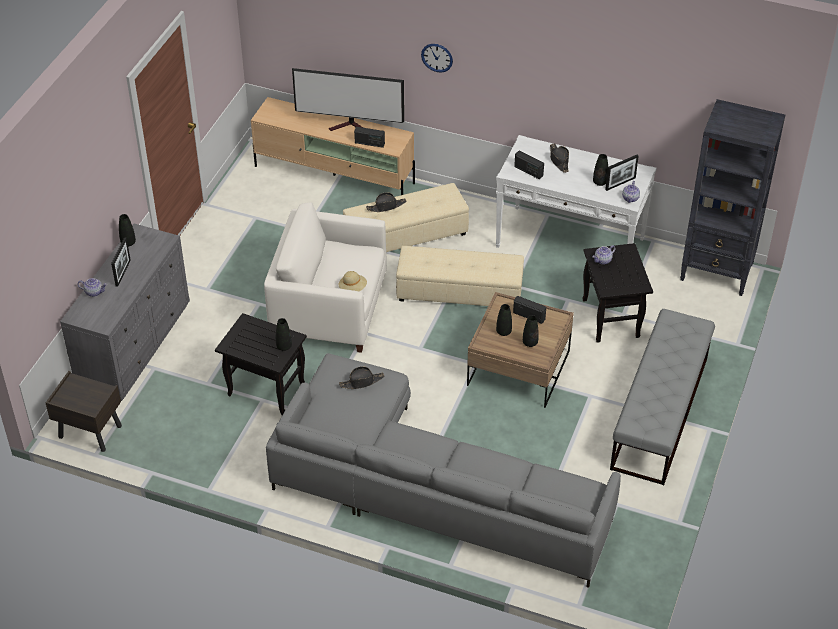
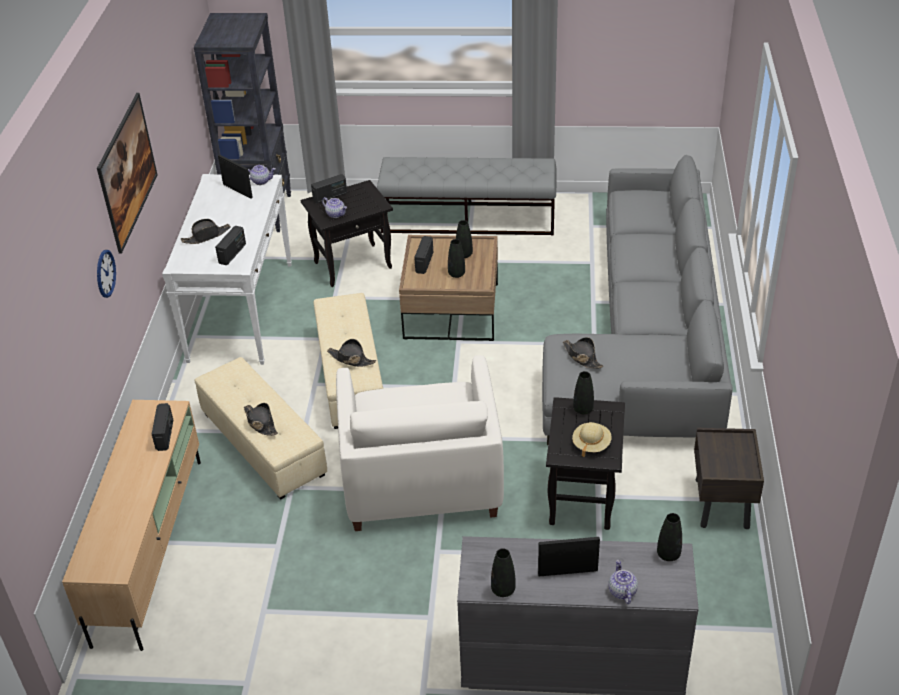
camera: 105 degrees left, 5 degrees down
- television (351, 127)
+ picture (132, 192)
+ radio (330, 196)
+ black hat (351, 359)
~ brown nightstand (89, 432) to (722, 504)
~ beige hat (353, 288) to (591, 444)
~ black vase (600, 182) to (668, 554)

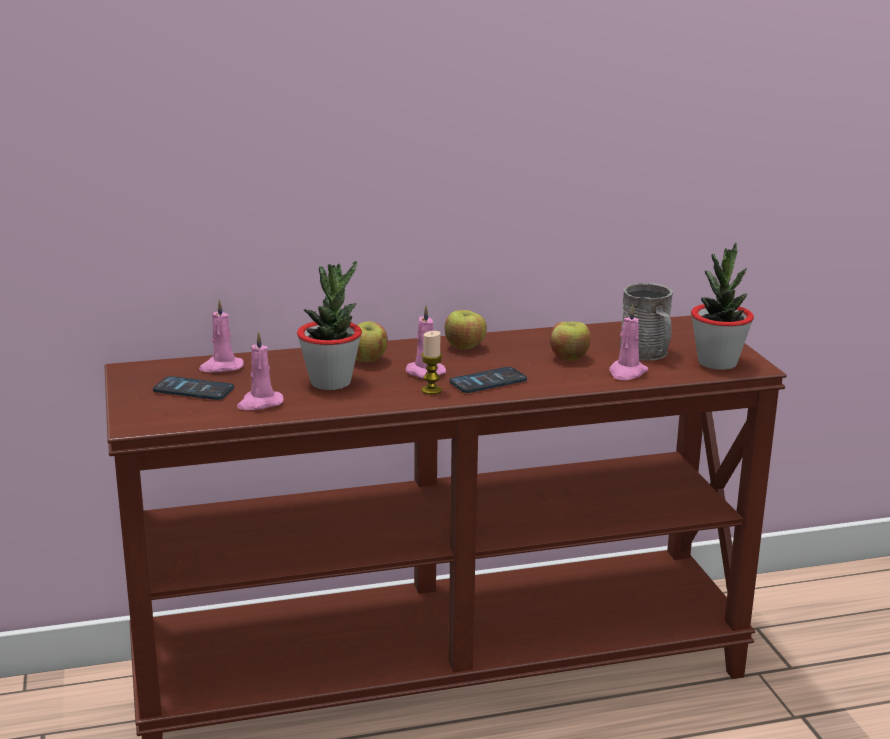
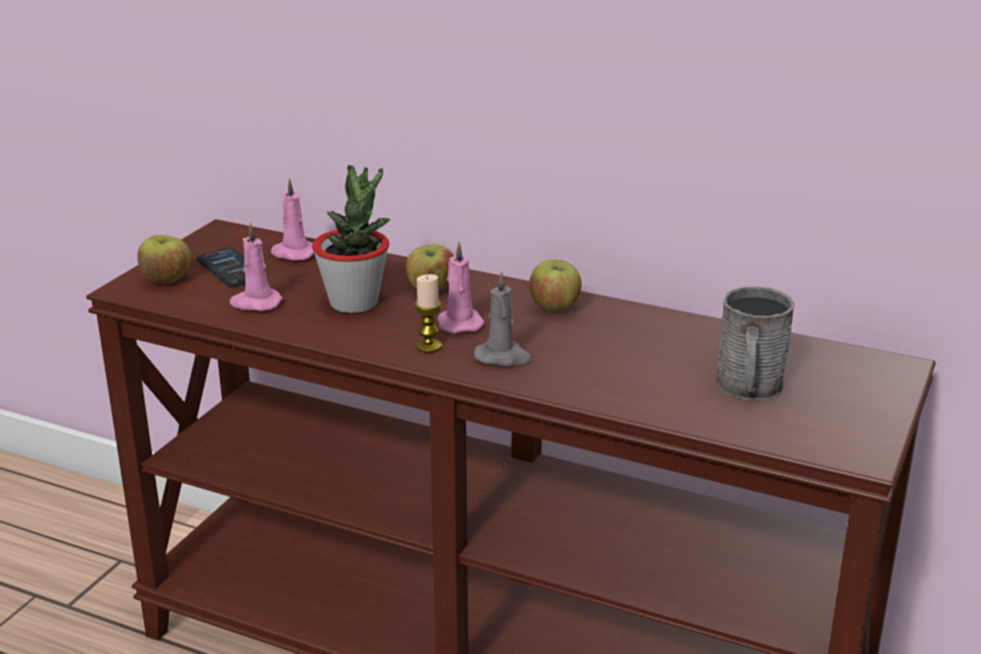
camera: 40 degrees right, 5 degrees up
- pink candle (627, 373)
- potted plant (717, 363)
~ apple (569, 358) to (166, 280)
~ phone (488, 381) to grey candle (503, 357)

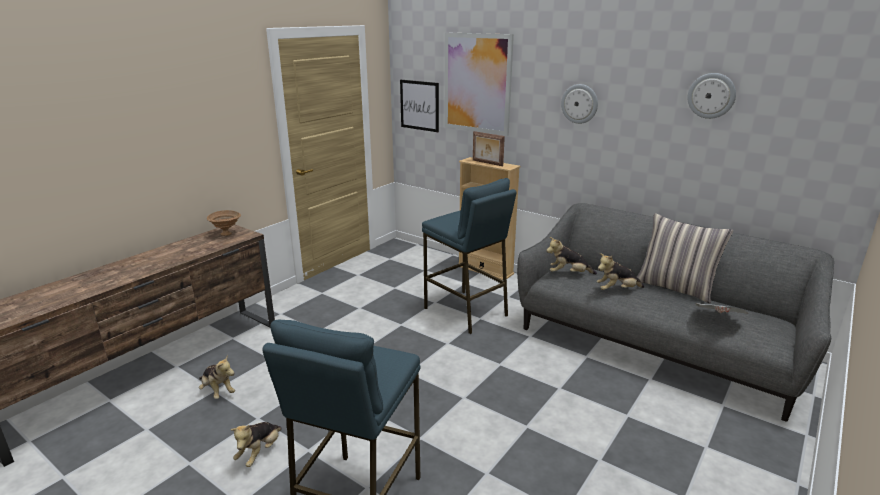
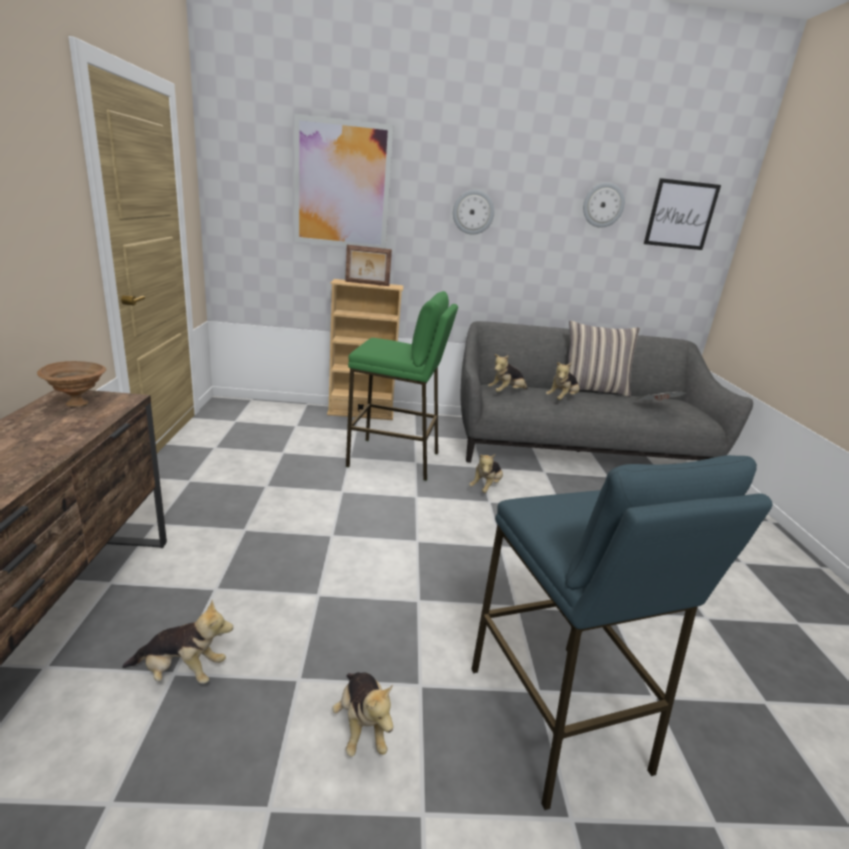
camera: 40 degrees left, 0 degrees up
+ plush toy (486, 487)
~ picture (419, 105) to (681, 215)
~ blue stool (466, 312) to green stool (394, 459)

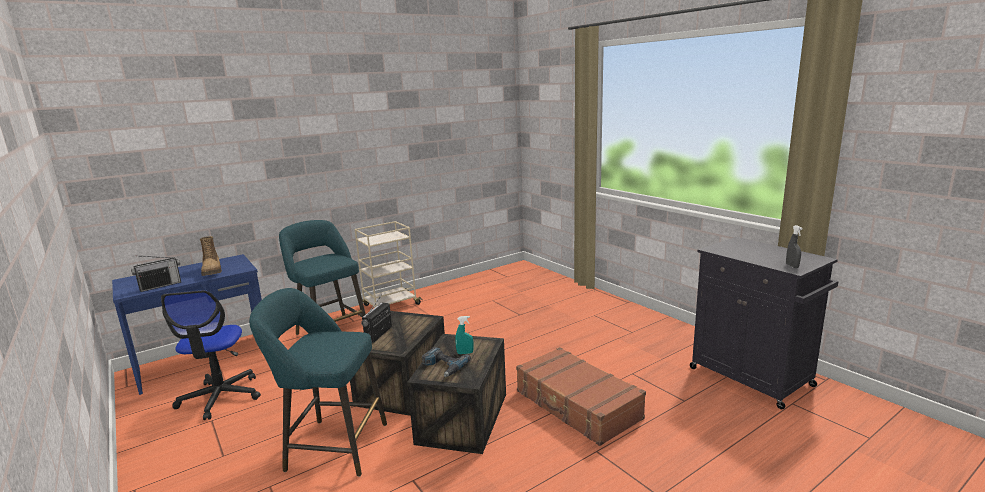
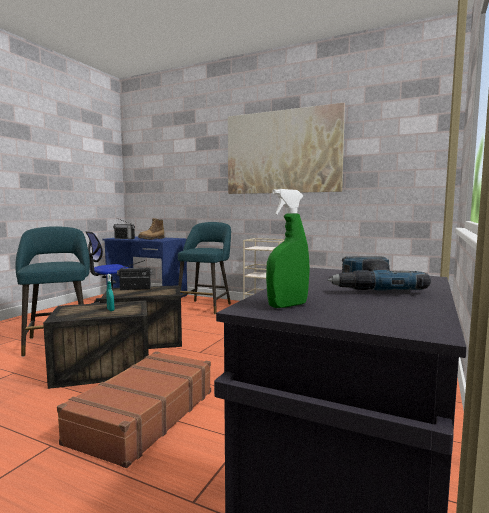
camera: 60 degrees right, 10 degrees down
+ picture (282, 152)
~ power drill (443, 366) to (366, 285)
~ grey spray bottle (792, 266) to green spray bottle (287, 305)

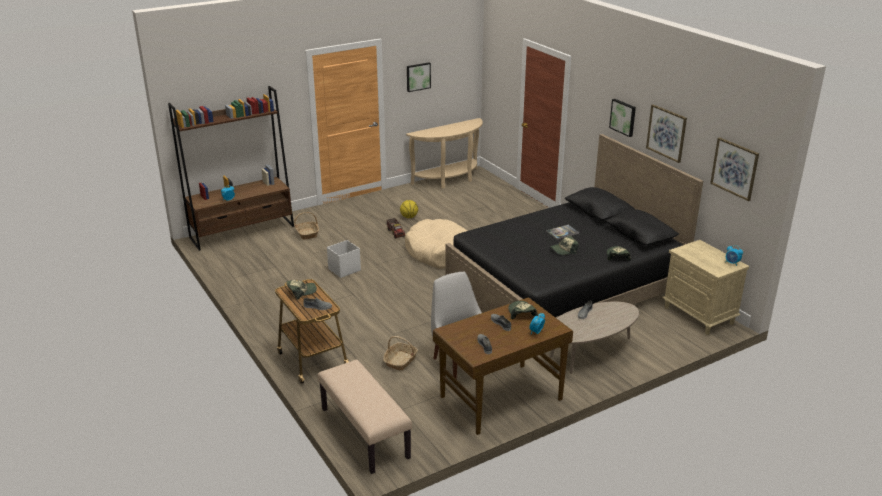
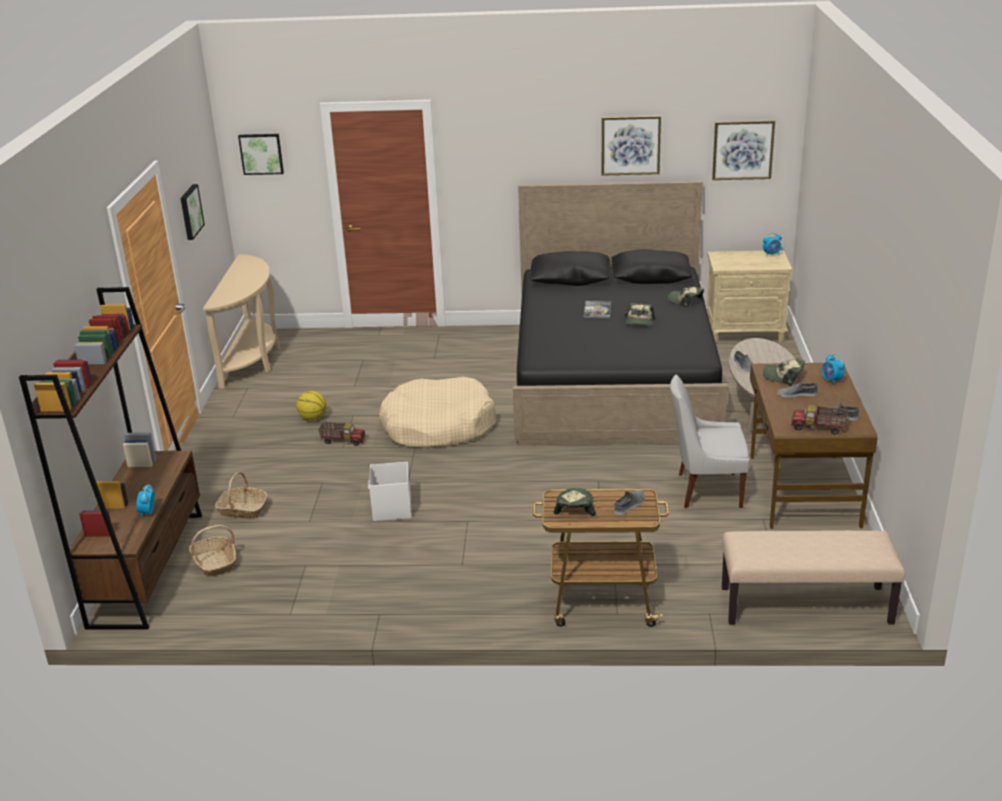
camera: 55 degrees left, 0 degrees up
+ toy truck (818, 428)
~ basket (400, 361) to (214, 563)
~ picture (623, 117) to (261, 153)

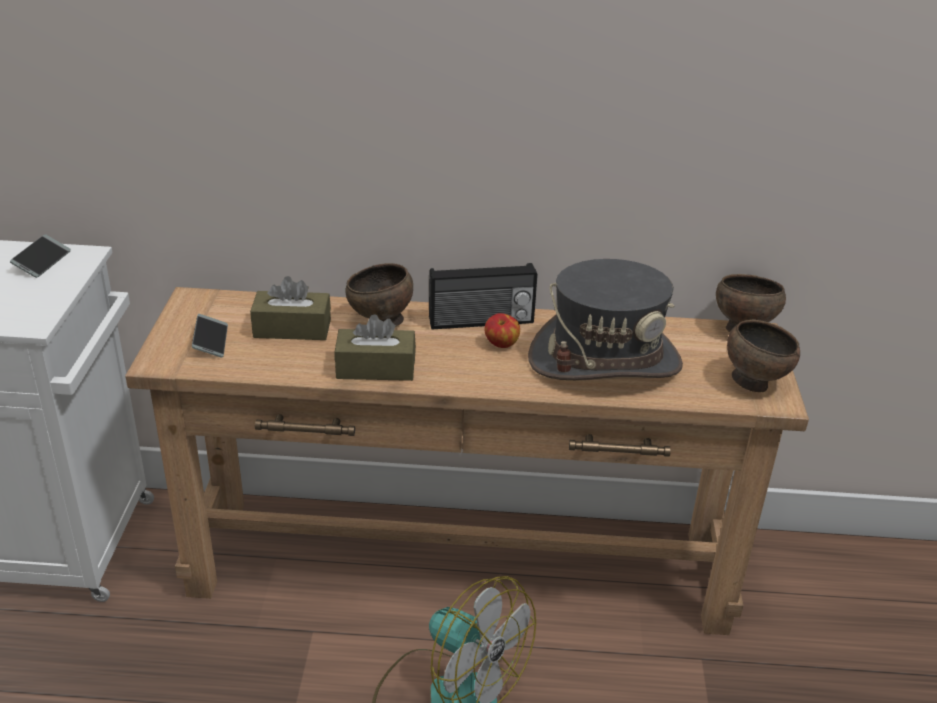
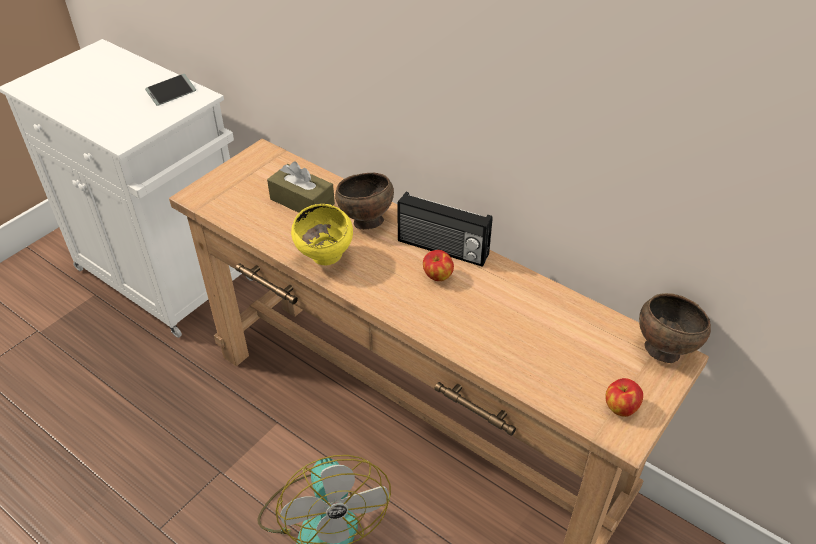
camera: 35 degrees right, 10 degrees up
- phone (211, 341)
- grey hat (605, 360)
~ brown tissue box (375, 368) to yellow bowl (326, 258)
~ brown bowl (754, 383) to apple (620, 407)

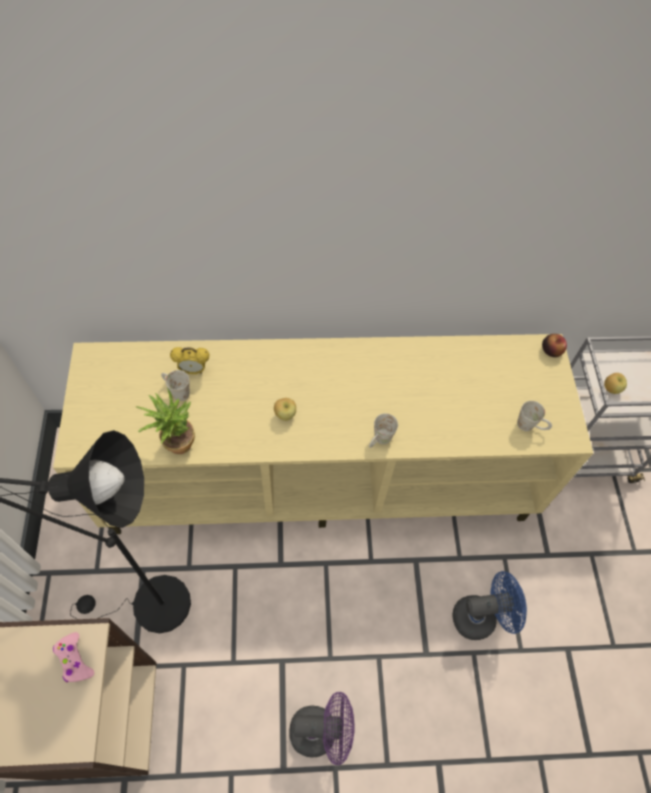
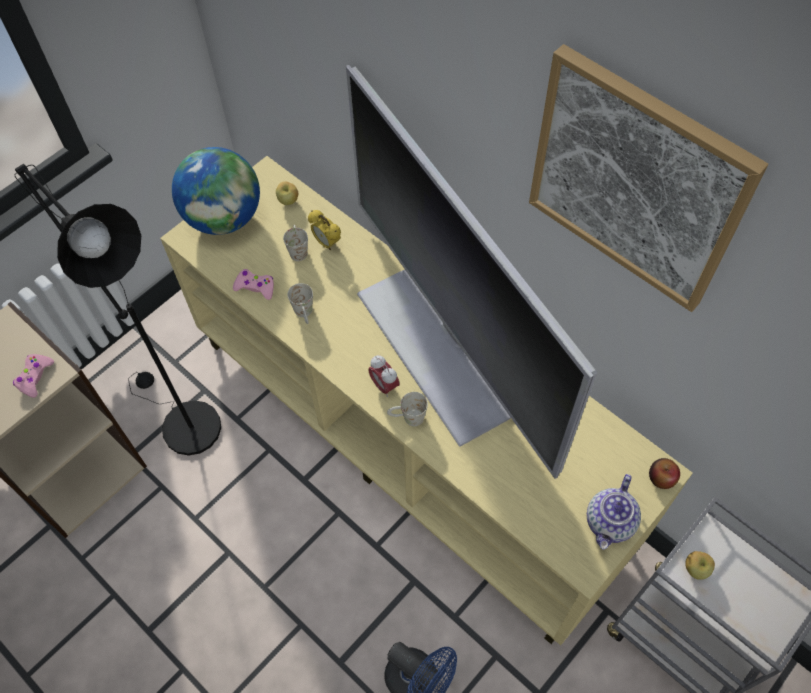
camera: 50 degrees right, 0 degrees up
- purple fan (321, 731)
+ globe (224, 218)
+ television (436, 350)
+ alarm clock (384, 385)
+ picture (636, 181)
+ teapot (610, 523)
~ apple (285, 414) to (288, 201)
~ white mug (530, 426) to (305, 314)
~ potted plant (175, 442) to pink game controller (255, 287)

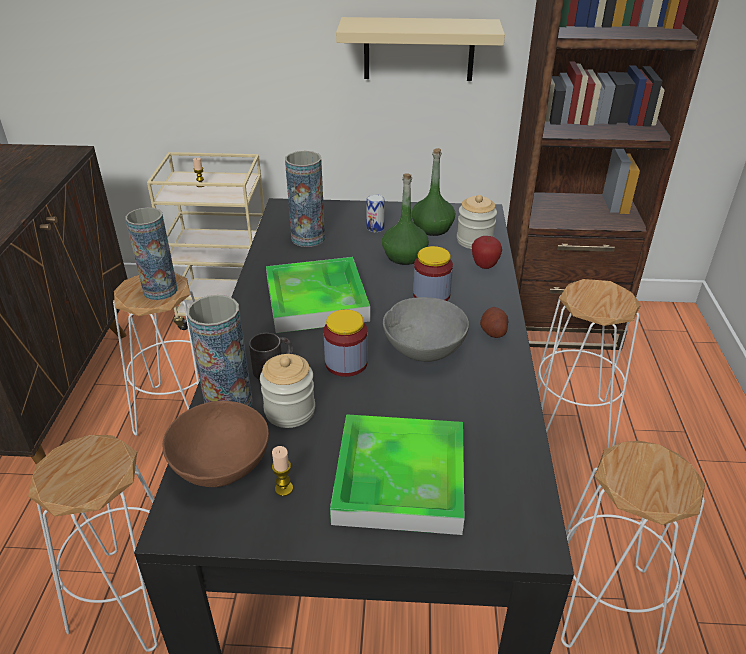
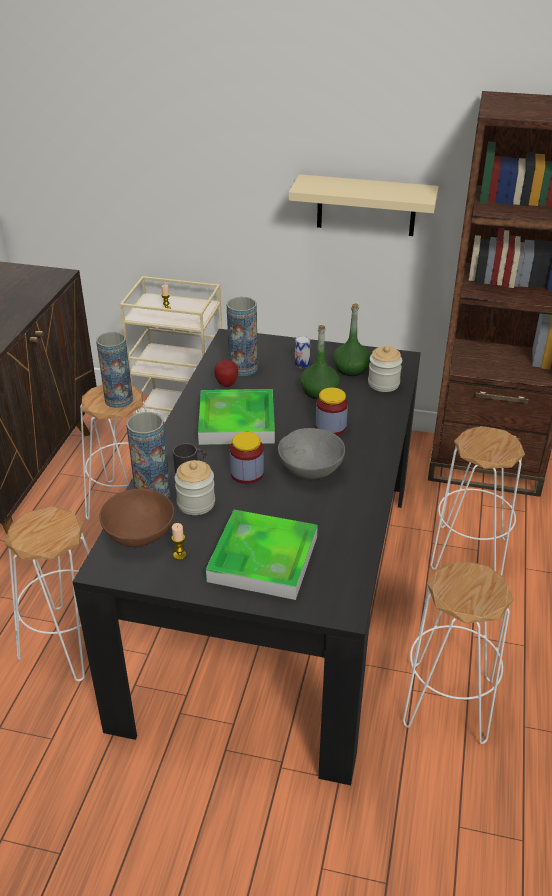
camera: 10 degrees right, 0 degrees up
- potato (493, 332)
~ apple (484, 266) to (226, 384)

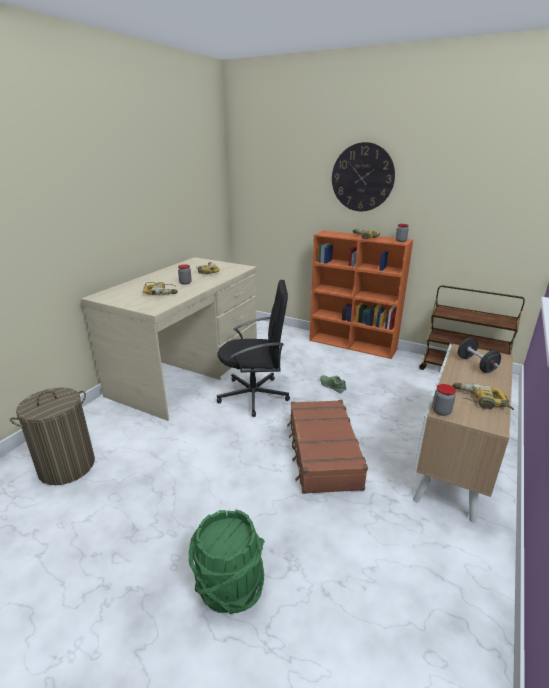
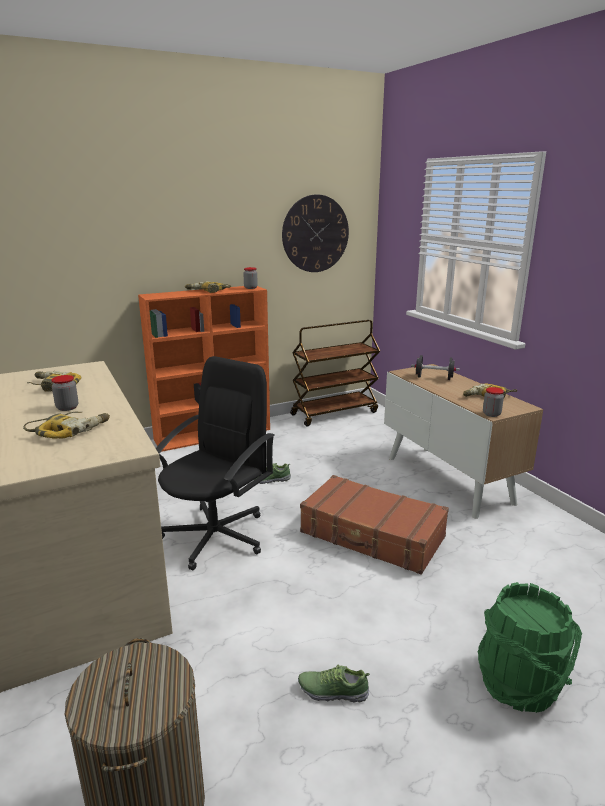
camera: 55 degrees left, 5 degrees down
+ shoe (333, 690)
~ wall clock (362, 177) to (315, 234)

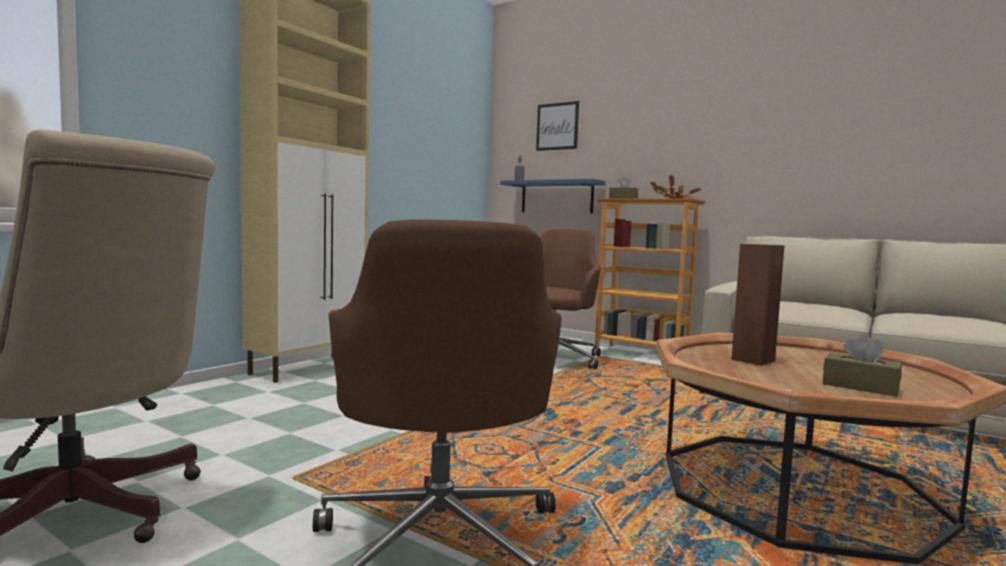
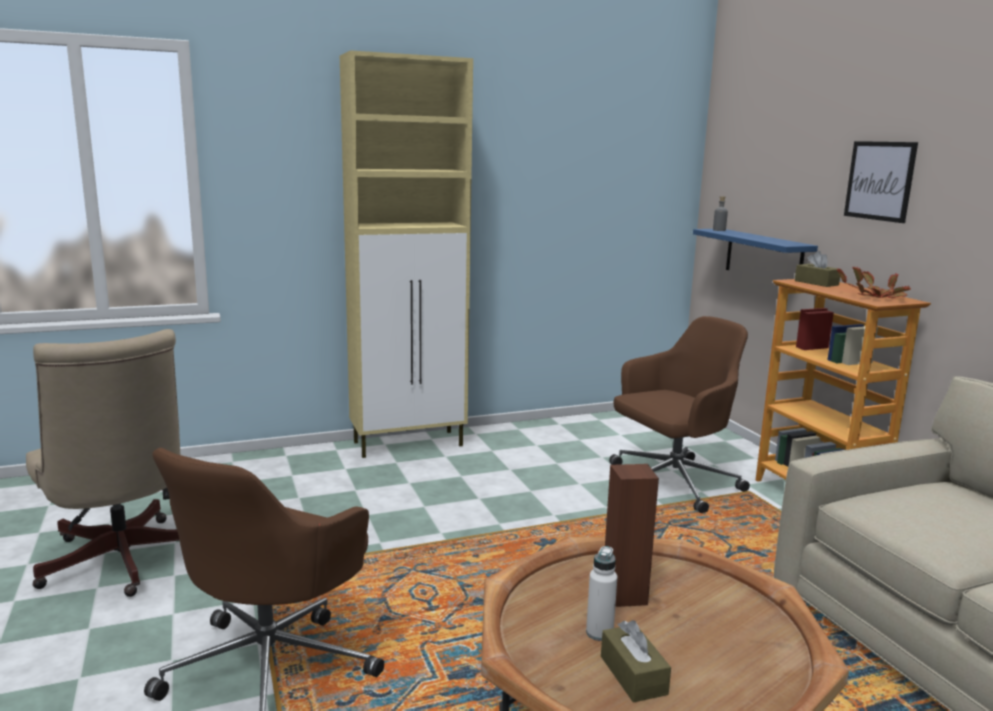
camera: 35 degrees right, 10 degrees up
+ white bottle (599, 633)
~ picture (557, 126) to (879, 181)

